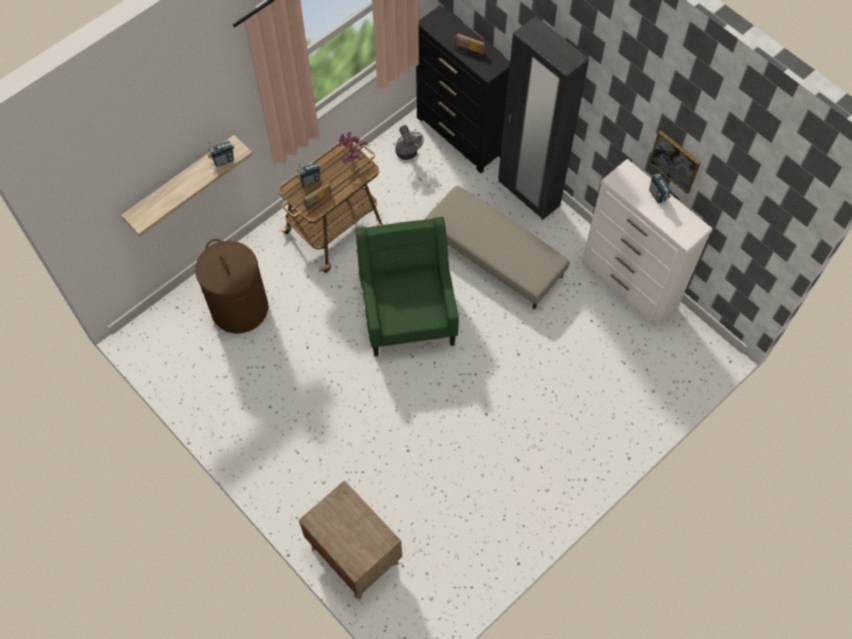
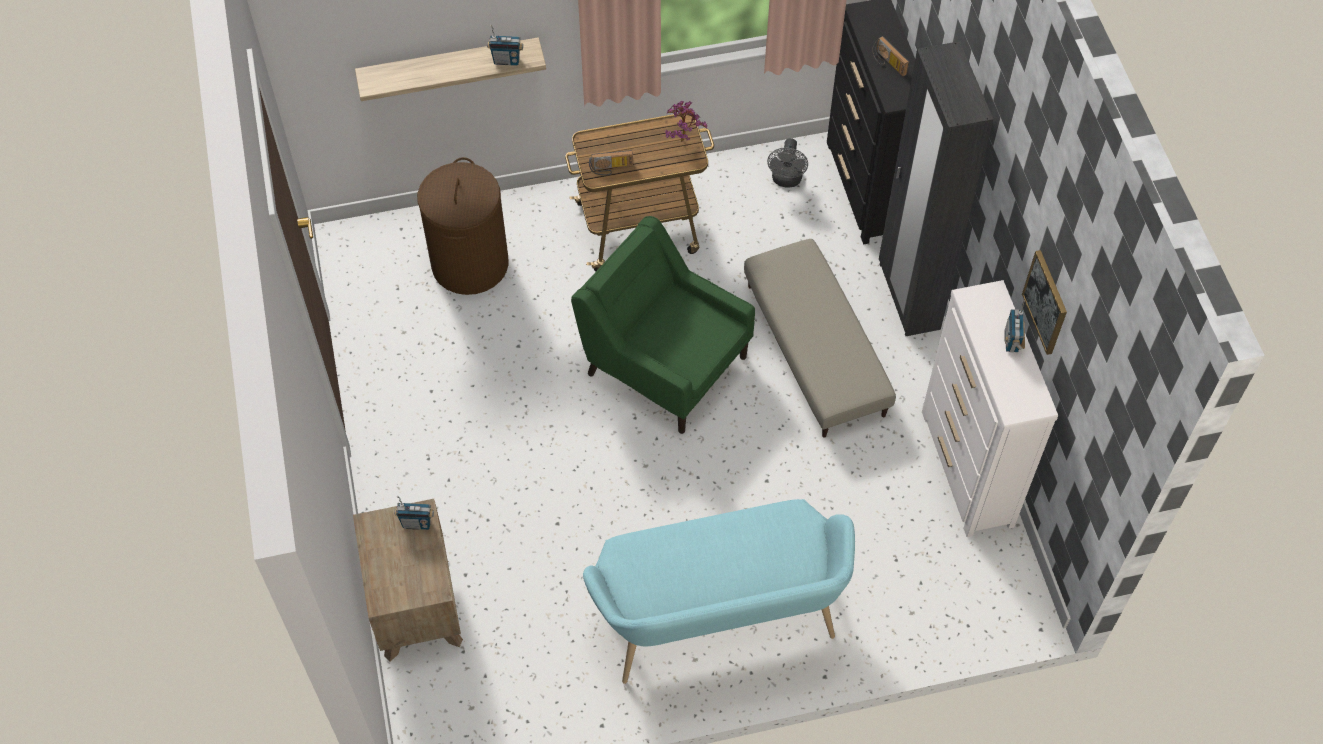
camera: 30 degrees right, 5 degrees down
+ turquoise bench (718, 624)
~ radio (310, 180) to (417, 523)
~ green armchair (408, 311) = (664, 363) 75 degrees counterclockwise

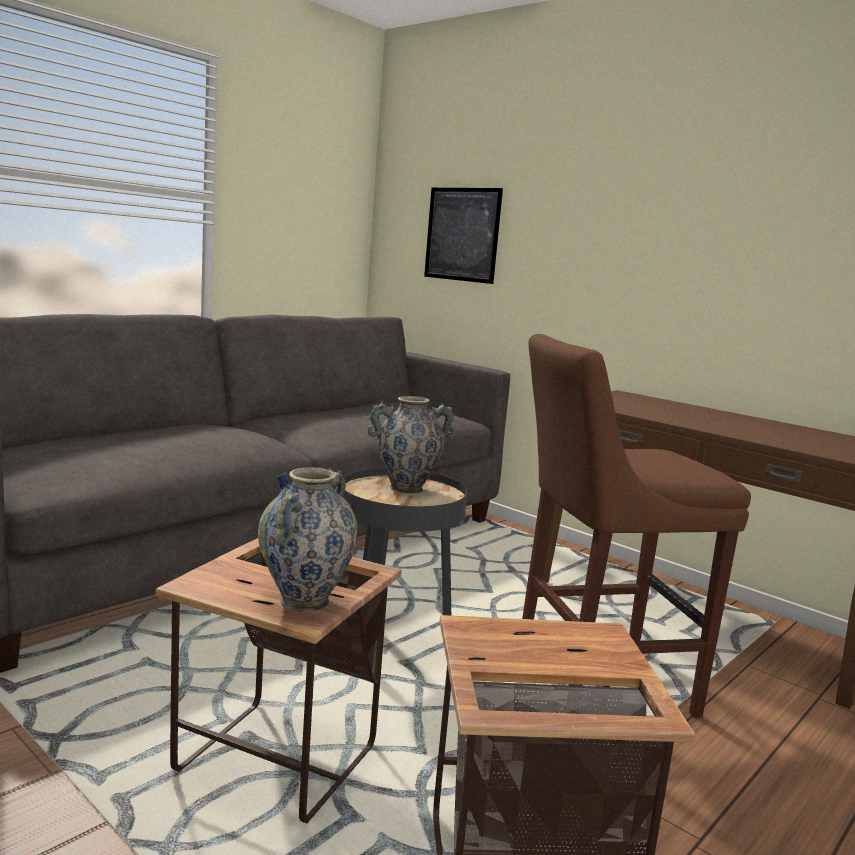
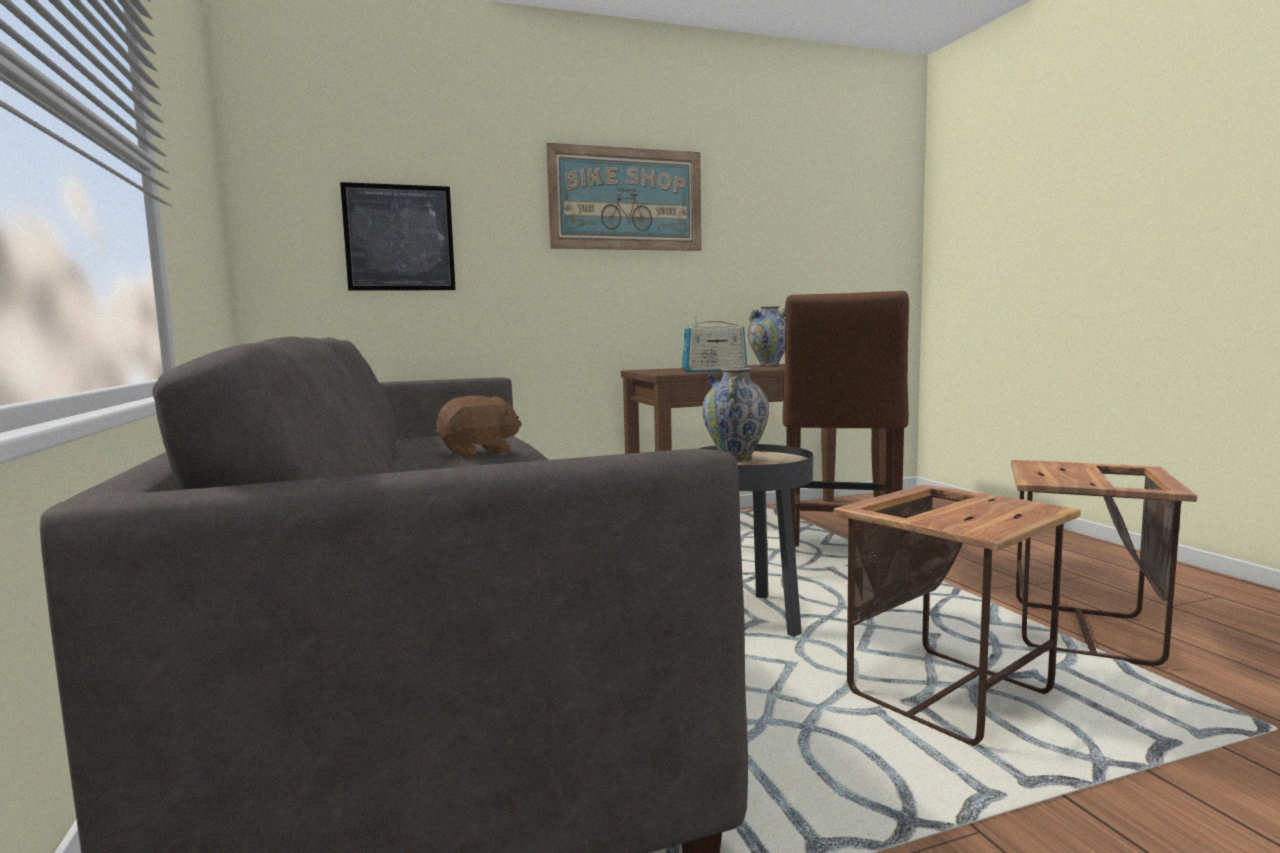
camera: 60 degrees left, 5 degrees down
+ brown plush toy (479, 453)
+ picture (626, 199)
+ radio (714, 370)
~ vase (304, 601) to (769, 365)

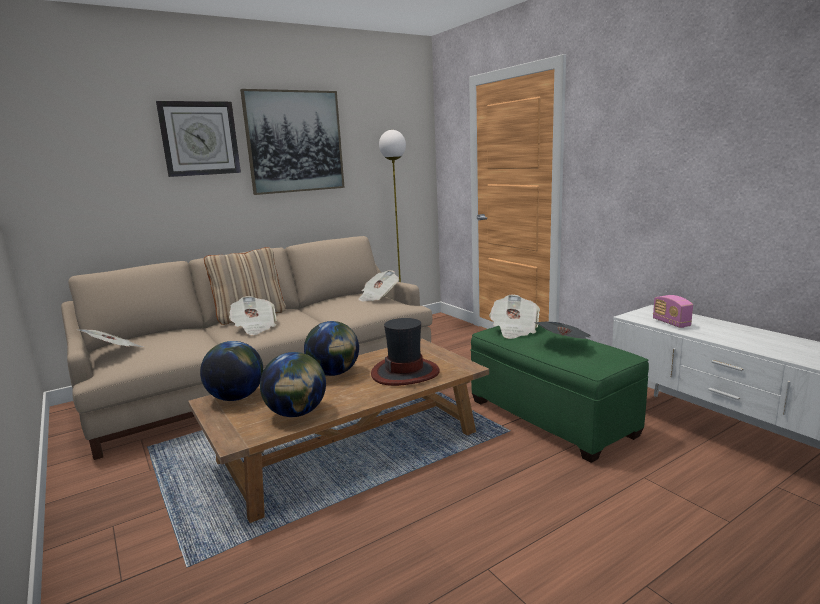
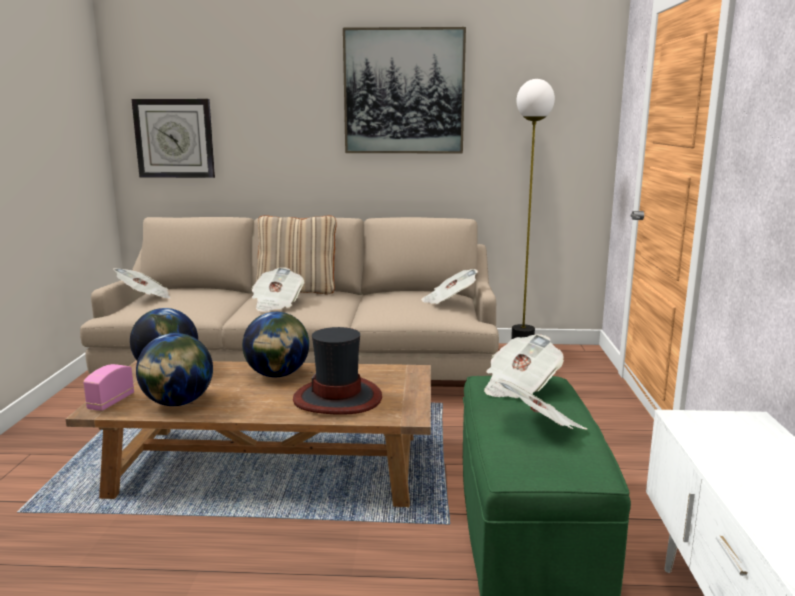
camera: 35 degrees right, 0 degrees up
~ wall clock (199, 138) to (174, 138)
~ radio (671, 323) to (111, 402)

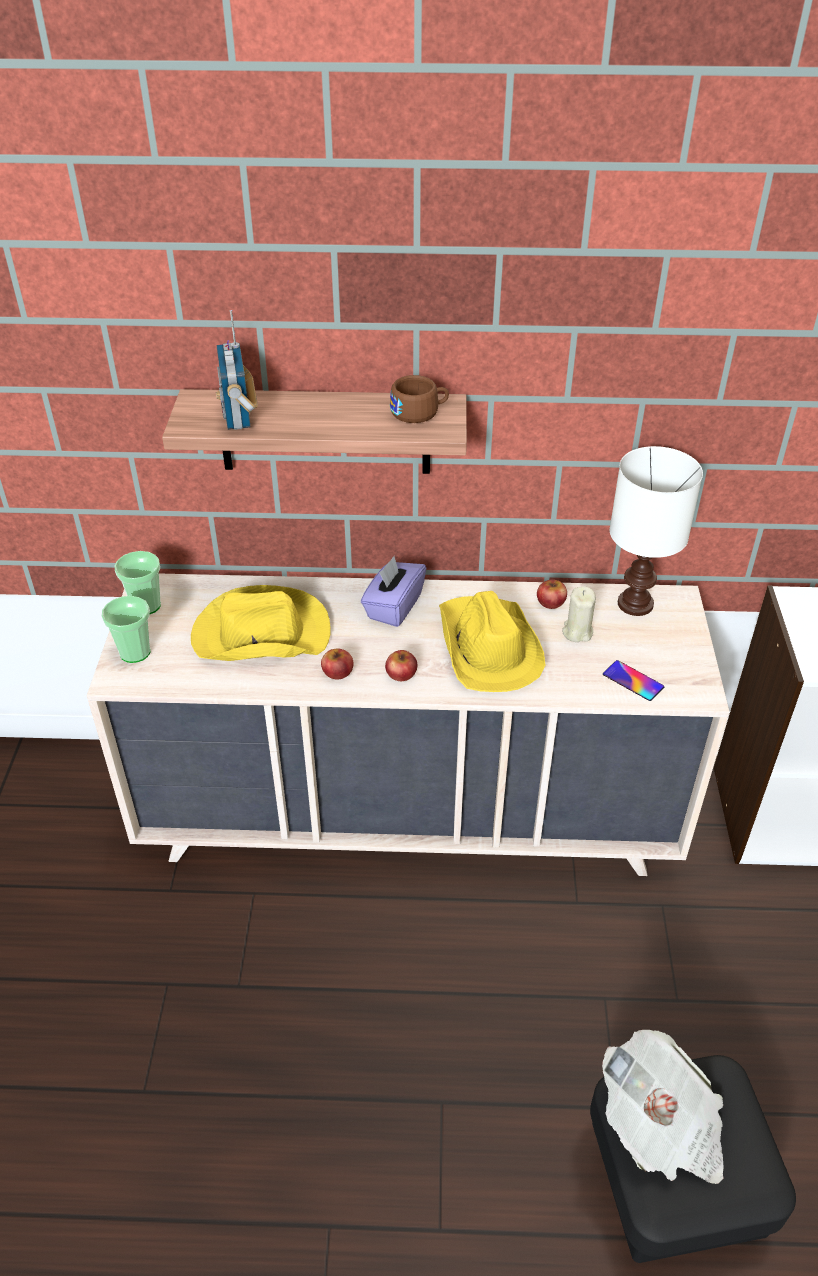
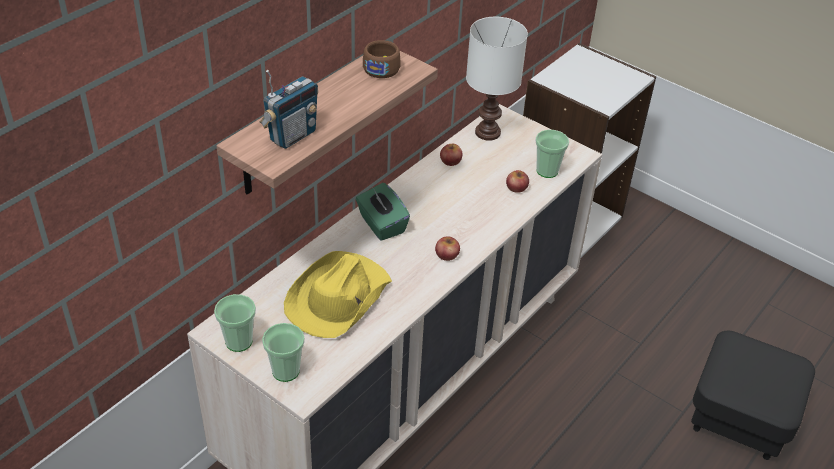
camera: 55 degrees left, 0 degrees up
- yellow hat (487, 646)
- beige candle (577, 632)
- newspaper (661, 1126)
~ apple (337, 672) to (516, 187)
~ phone (633, 681) to cup (547, 171)
~ purple tissue box (393, 607) to green tissue box (381, 224)
~ radio (238, 417) = (292, 136) 75 degrees counterclockwise

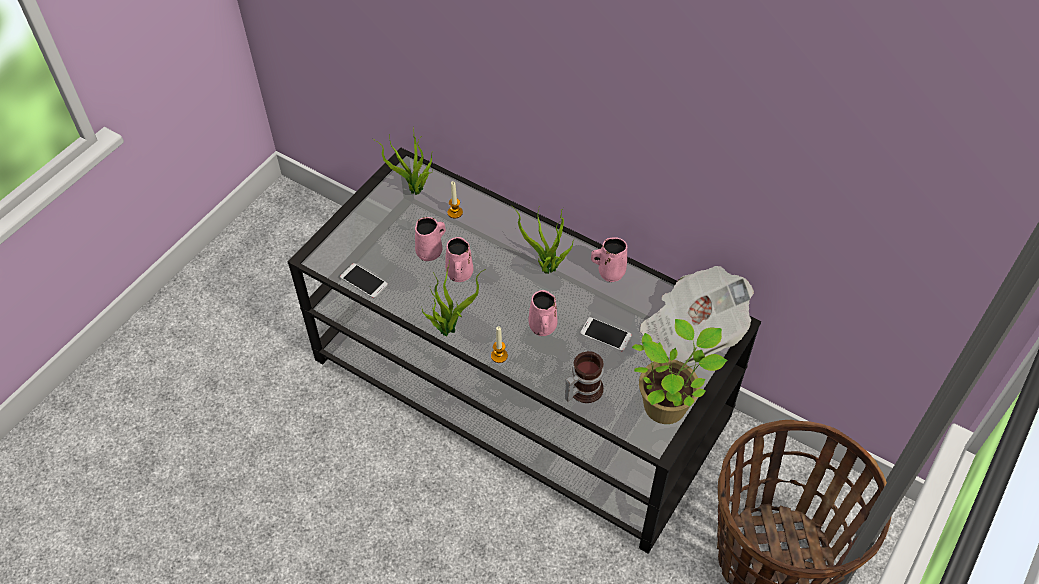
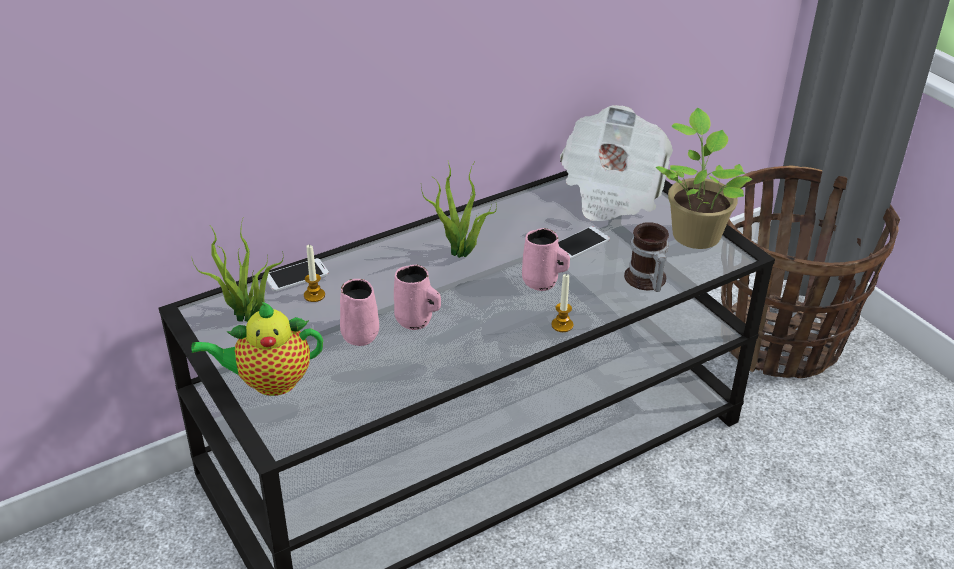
camera: 65 degrees left, 15 degrees down
- potted plant (449, 327)
- pink mug (609, 272)
+ teapot (269, 382)
~ phone (363, 281) to (296, 275)

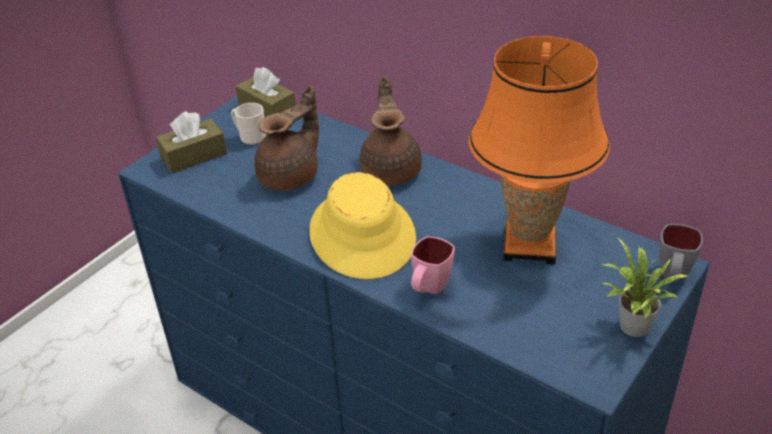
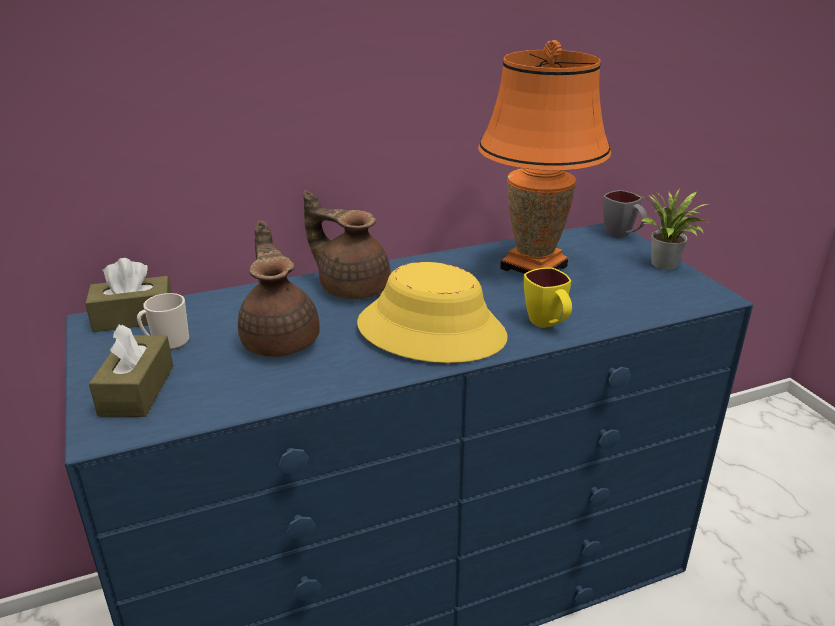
camera: 60 degrees left, 10 degrees down
~ pink mug (429, 290) to yellow mug (547, 325)

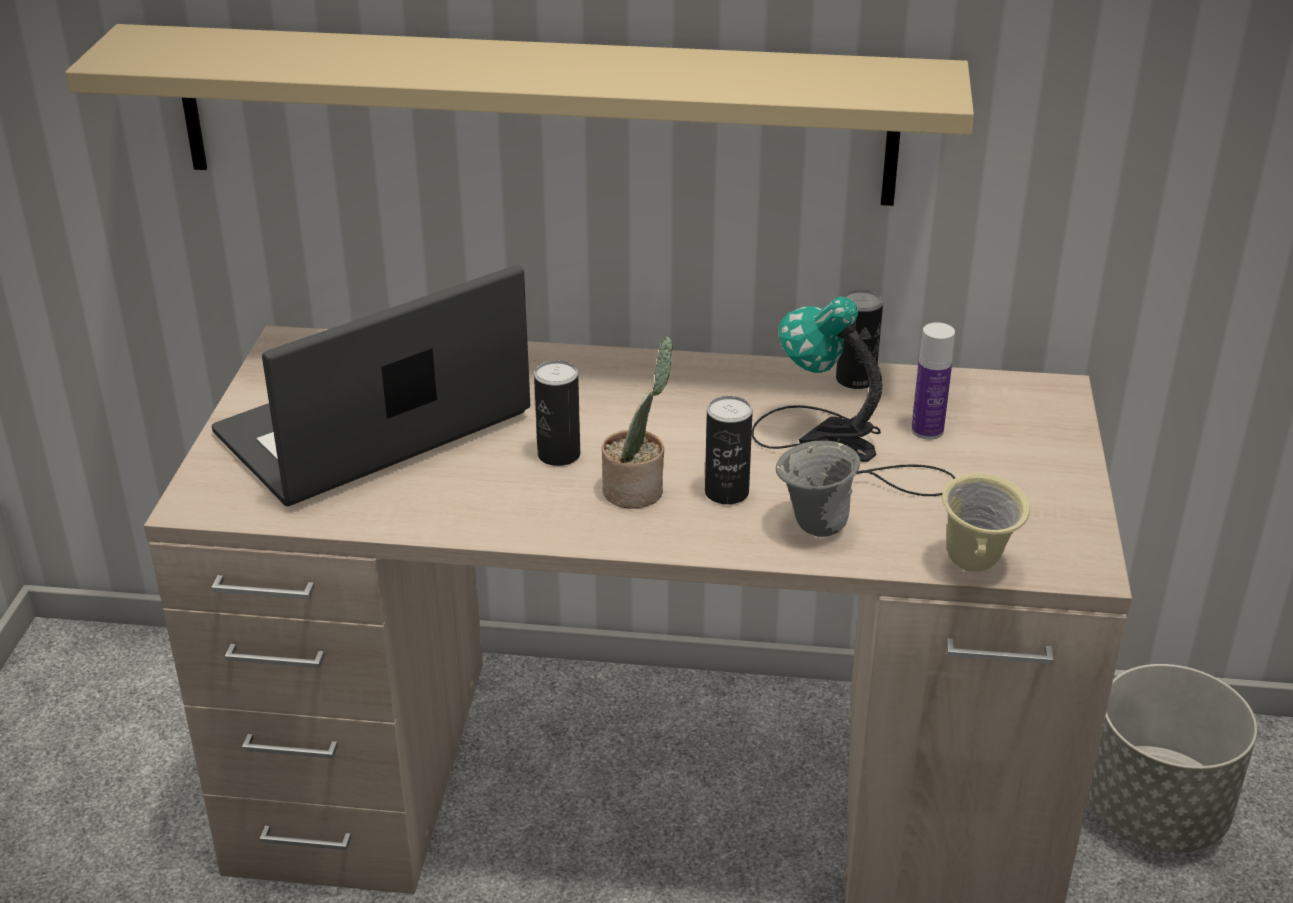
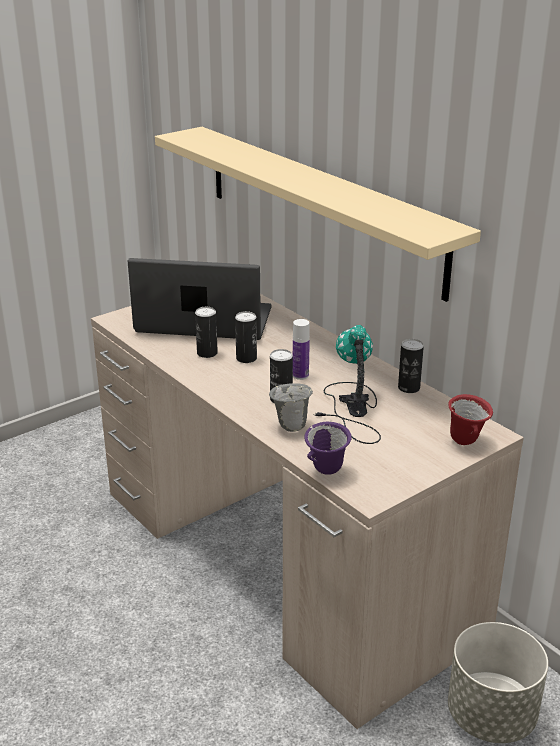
camera: 45 degrees right, 5 degrees down
- potted plant (637, 490)
+ can (207, 353)
+ red mug (466, 442)
~ bottle (927, 430) to (300, 375)
~ beige mug (977, 566) to purple mug (326, 472)

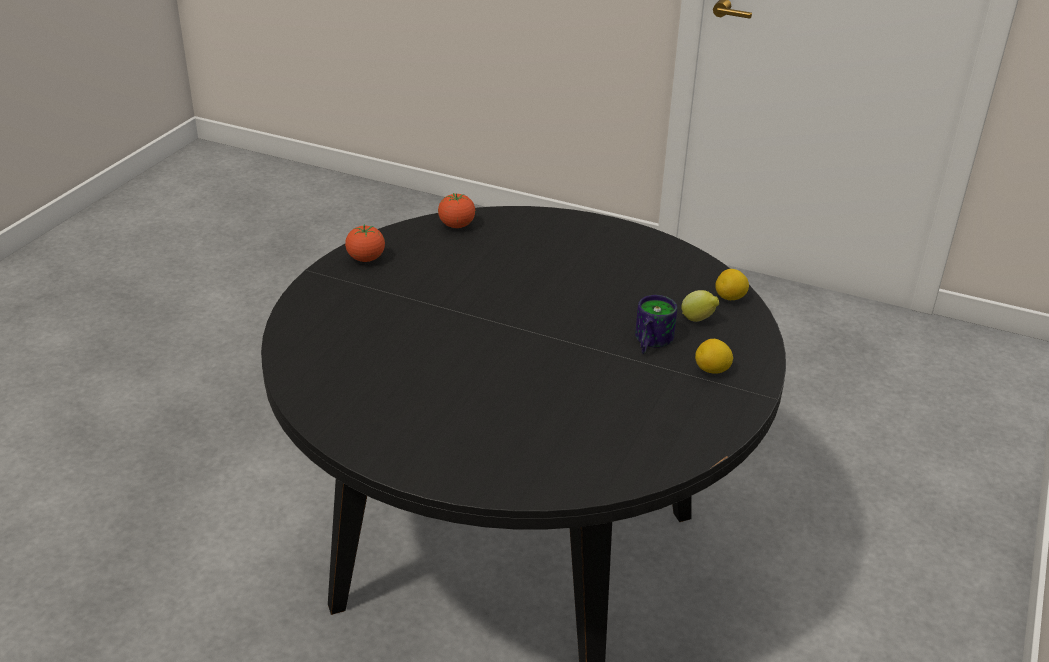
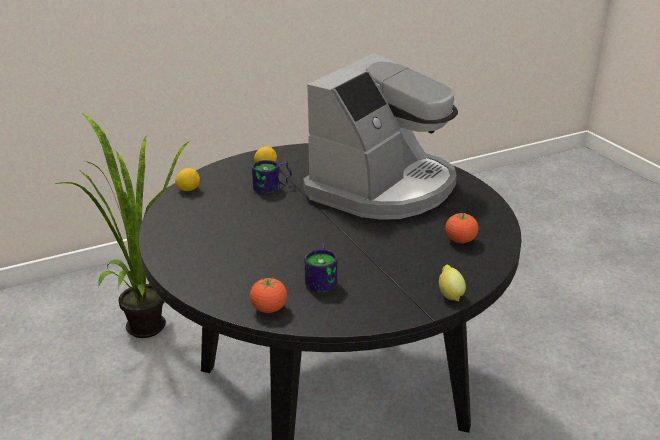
camera: 140 degrees left, 5 degrees down
+ potted plant (146, 322)
+ coffee machine (383, 188)
+ mug (323, 279)
~ tomato (366, 259) to (460, 241)
~ lemon (698, 320) to (450, 295)

